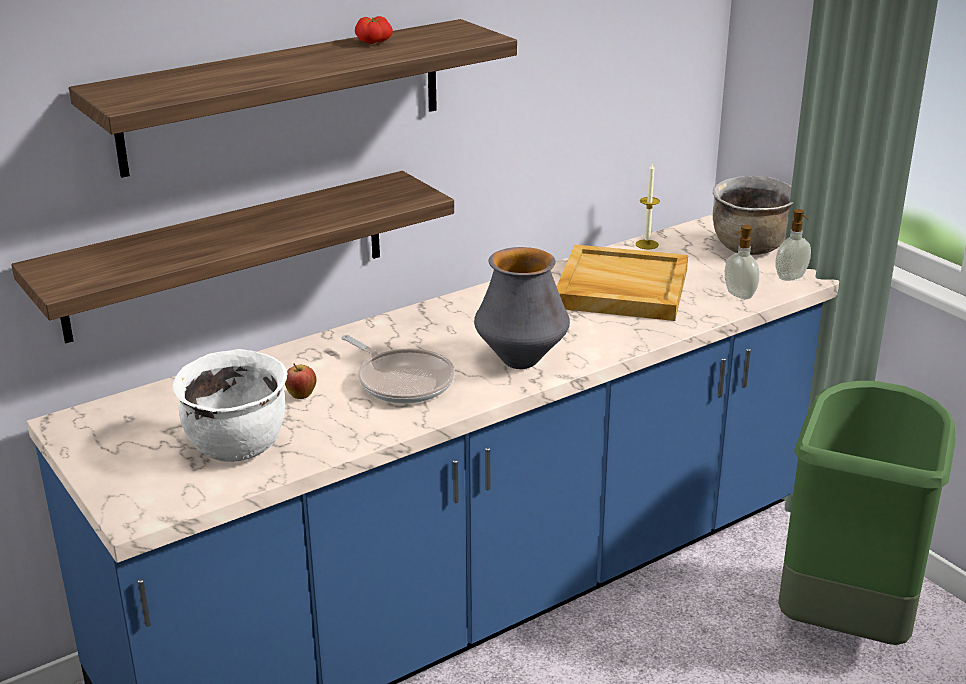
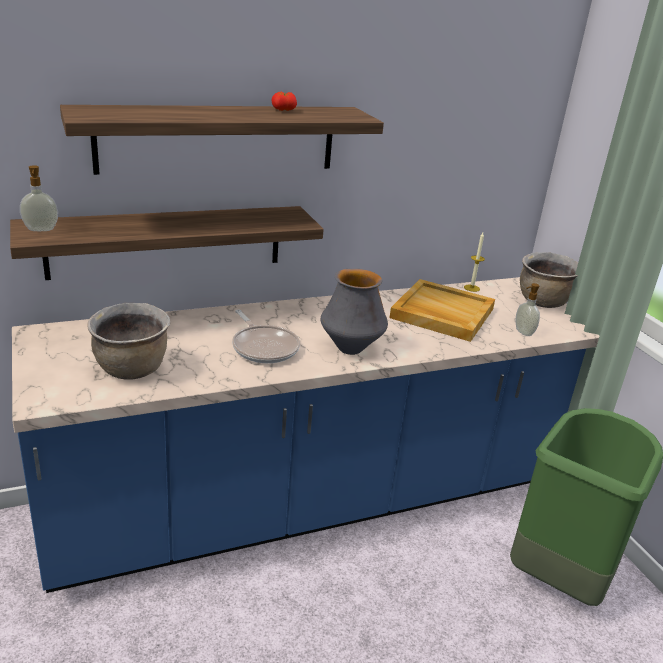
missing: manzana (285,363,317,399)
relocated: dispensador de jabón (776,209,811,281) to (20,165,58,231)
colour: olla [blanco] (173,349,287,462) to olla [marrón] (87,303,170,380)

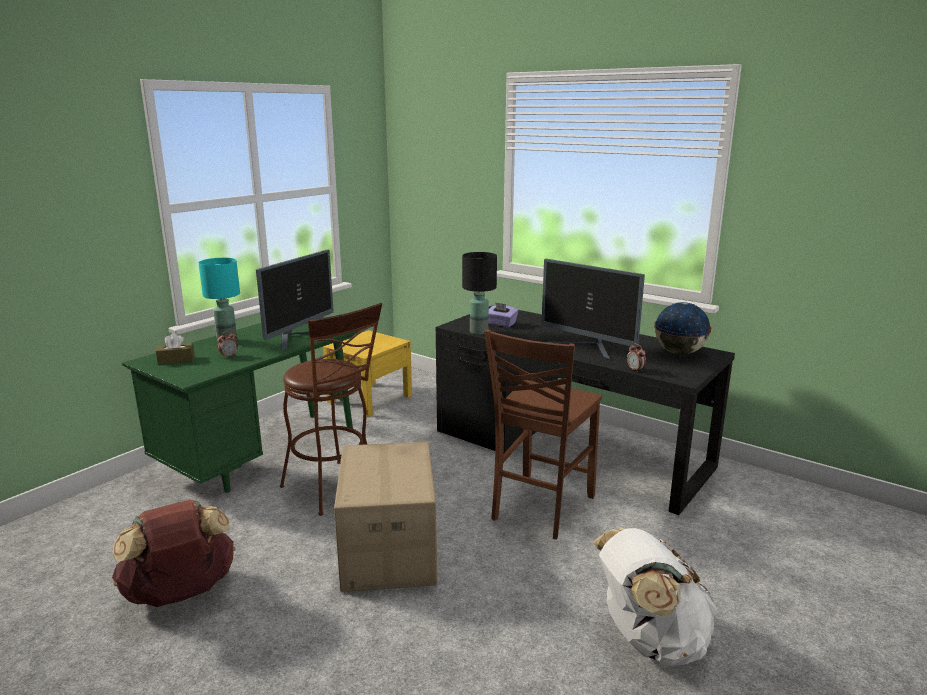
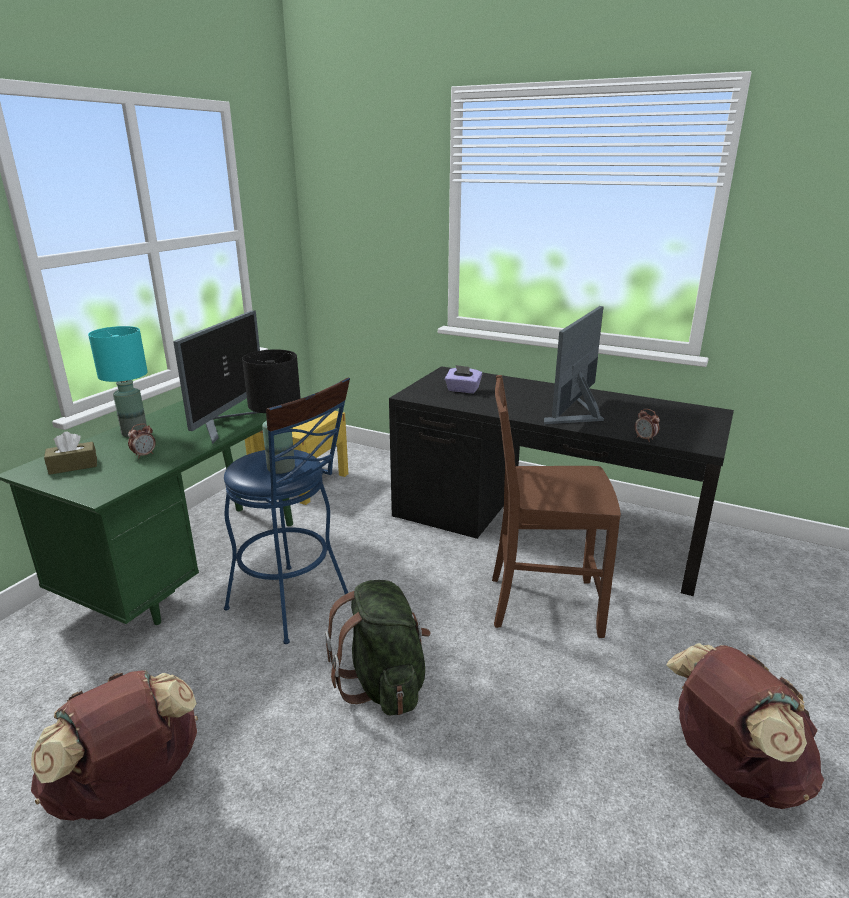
missing: globo terráqueo (654,302,711,355)
relocated: lámpara de mesa [negro] (462,252,497,335) to (242,349,301,474)
exchanged: caja de cartón (334,442,437,592) to mochila [verde] (325,580,430,716)
colour: taburete [marrón] (280,303,382,516) to taburete [azul] (224,378,350,644); mochila [blanco] (593,528,718,666) to mochila [marrón] (666,643,824,809)
spun: silla [marrón] (484,329,602,539) = (492,375,621,638) 75 degrees clockwise; monitor (541,259,645,361) = (544,306,604,424) 90 degrees clockwise

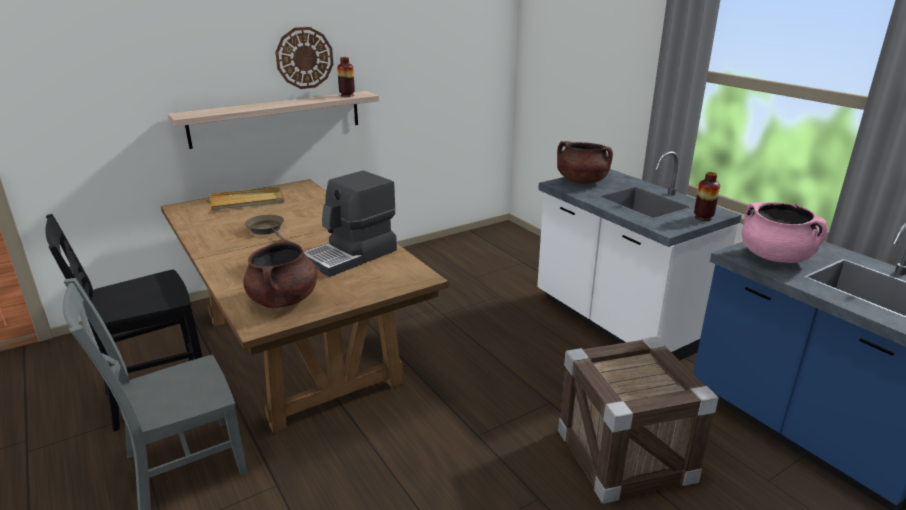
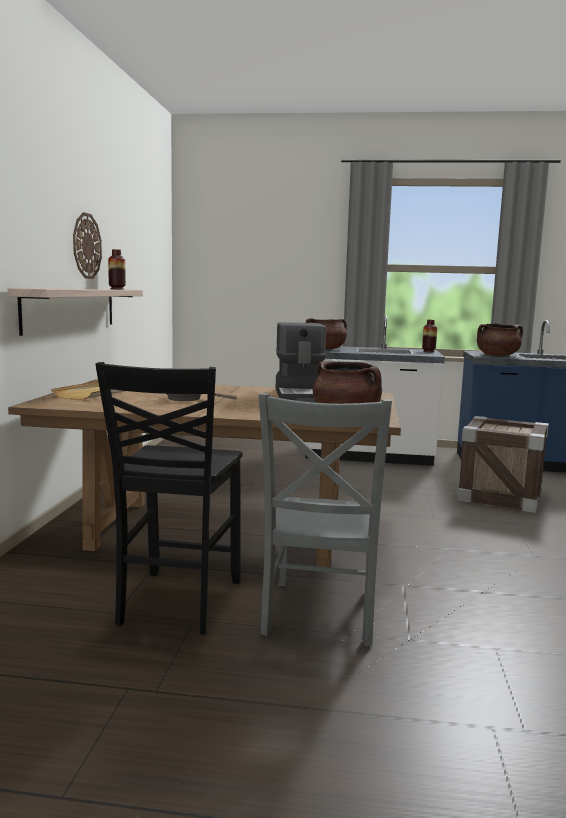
colour: olla [rosa] (742,202,828,263) to olla [marrón] (477,324,523,356)

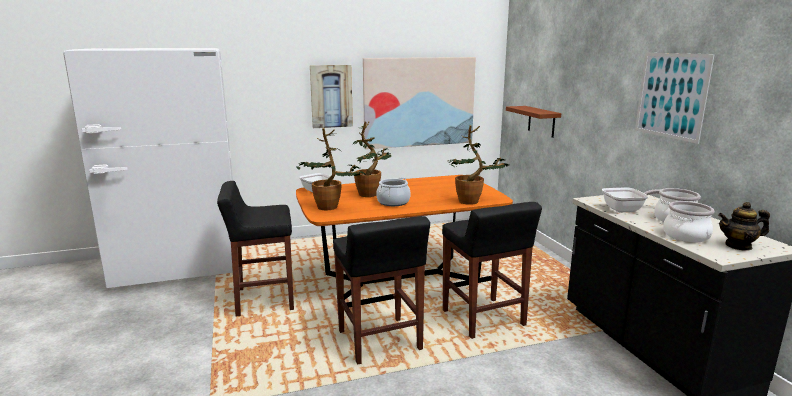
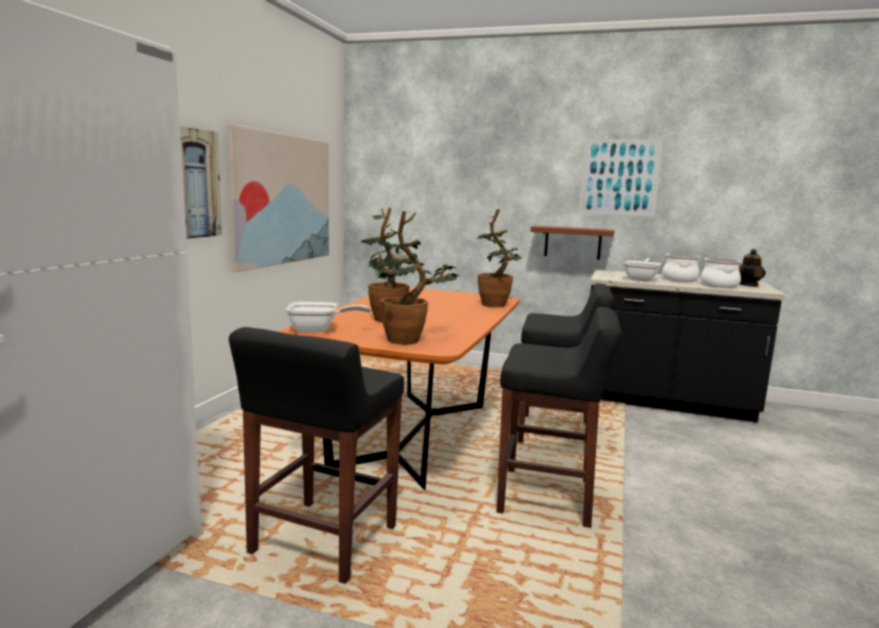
missing: olla (376,177,411,206)
relocated: estante [marrón] (506,106,561,138) to (531,225,615,260)

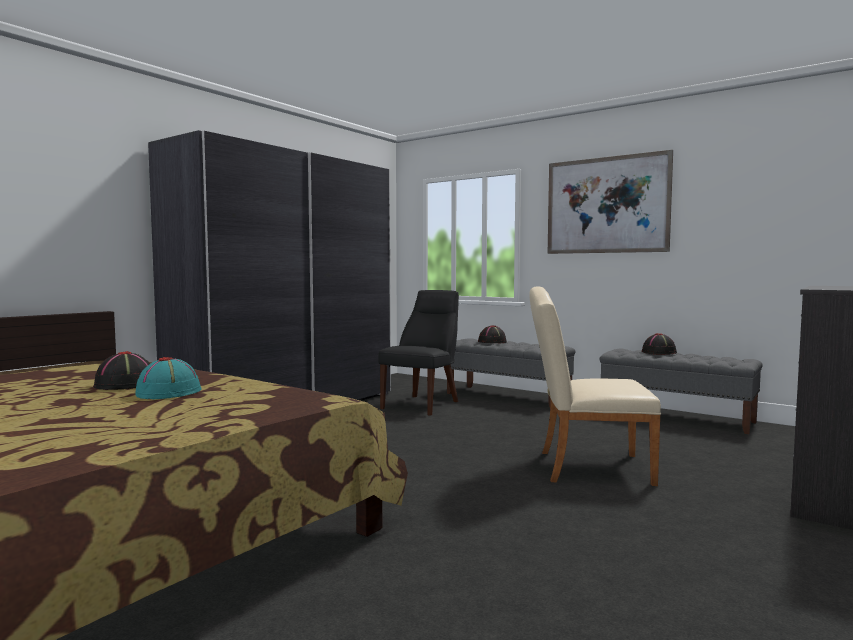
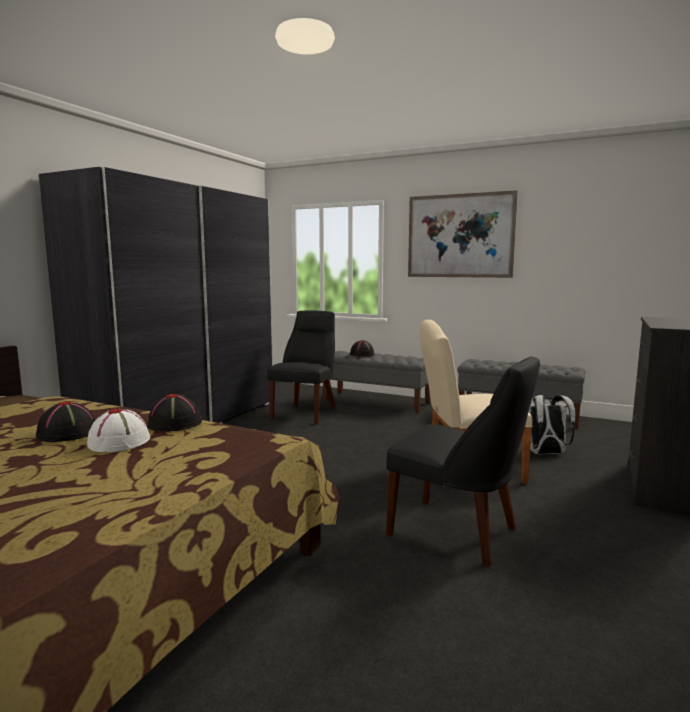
appeared: silla [negro] (386,356,540,567); mochila [blanco] (529,395,575,454)
relocated: sombrero [negro] (642,333,677,355) to (148,394,202,432)
colour: sombrero [turquesa] (136,357,202,399) to sombrero [blanco] (87,409,150,452)

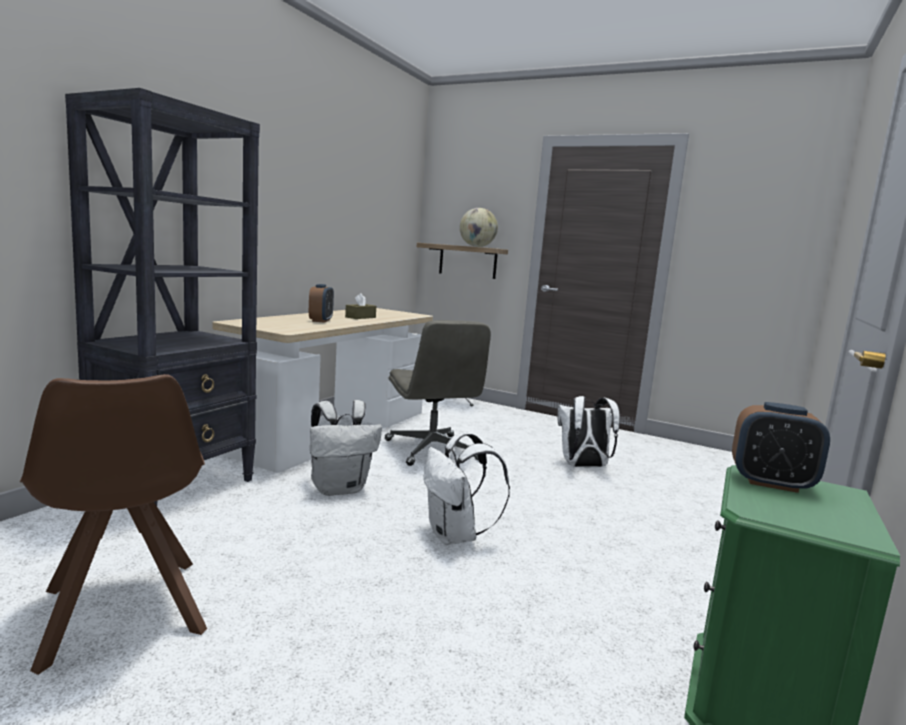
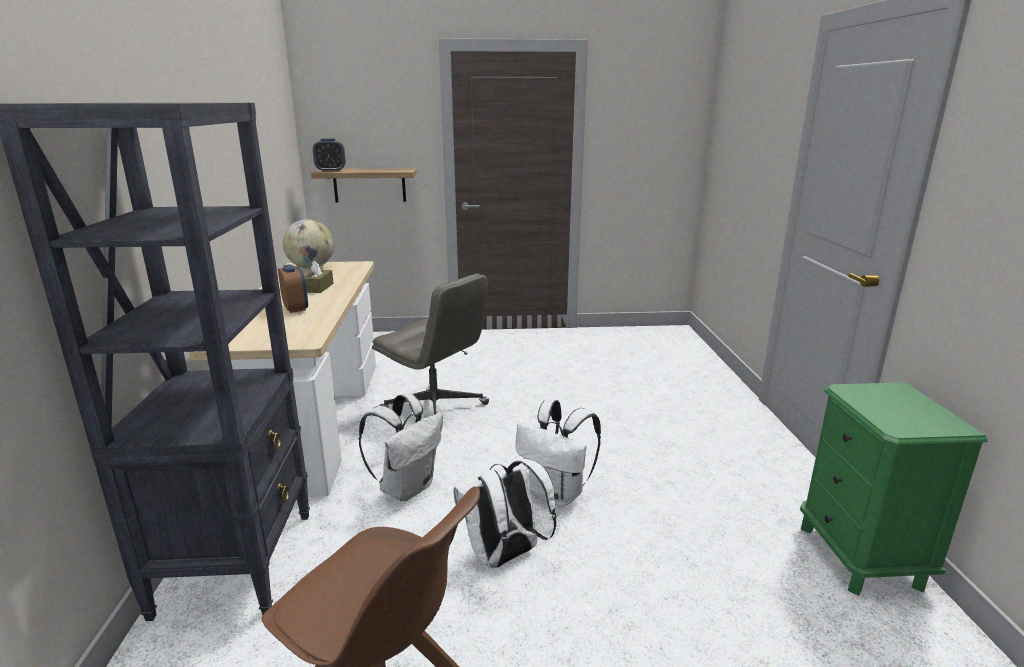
relocated: globo terráqueo (460,208,498,247) to (283,219,334,269); mochila [blanco] (557,396,620,467) to (453,459,557,568); despertador (732,402,830,493) to (313,139,346,172)

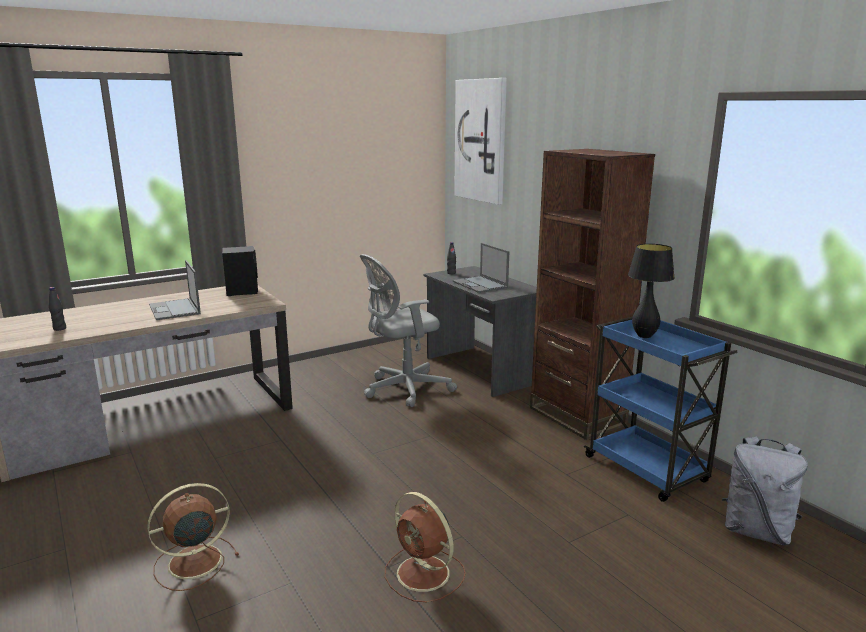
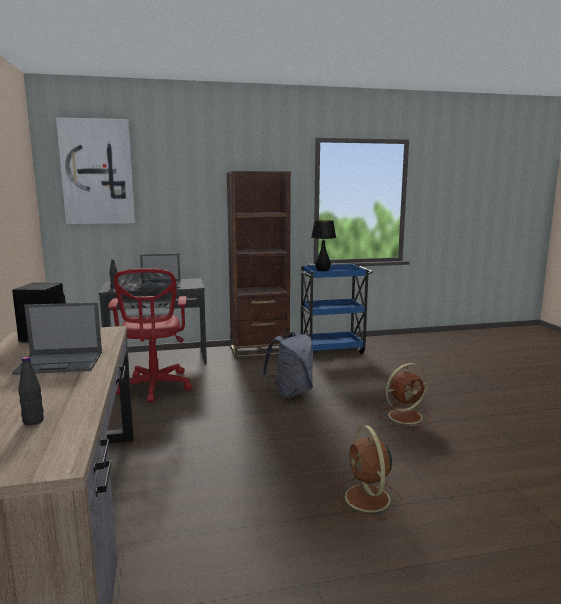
relocated: mochila [gris] (722,436,808,545) to (262,332,313,398)
colour: silla de oficina [gris] (360,254,457,407) to silla de oficina [rojo] (108,268,192,403)

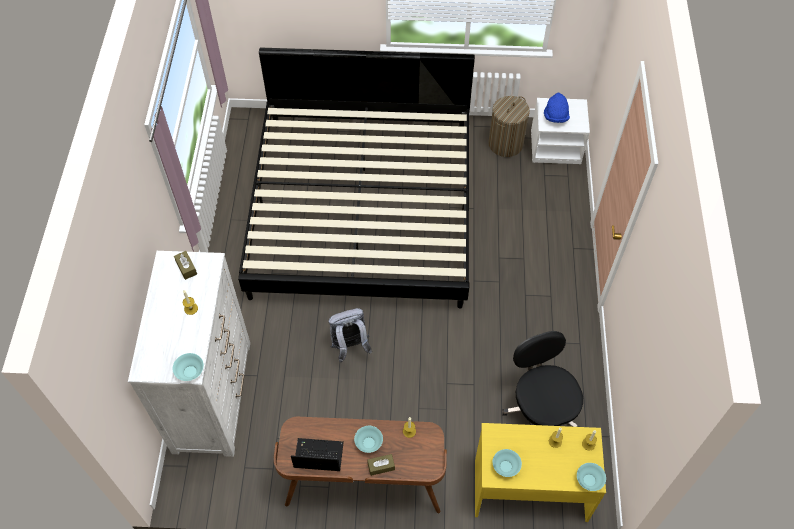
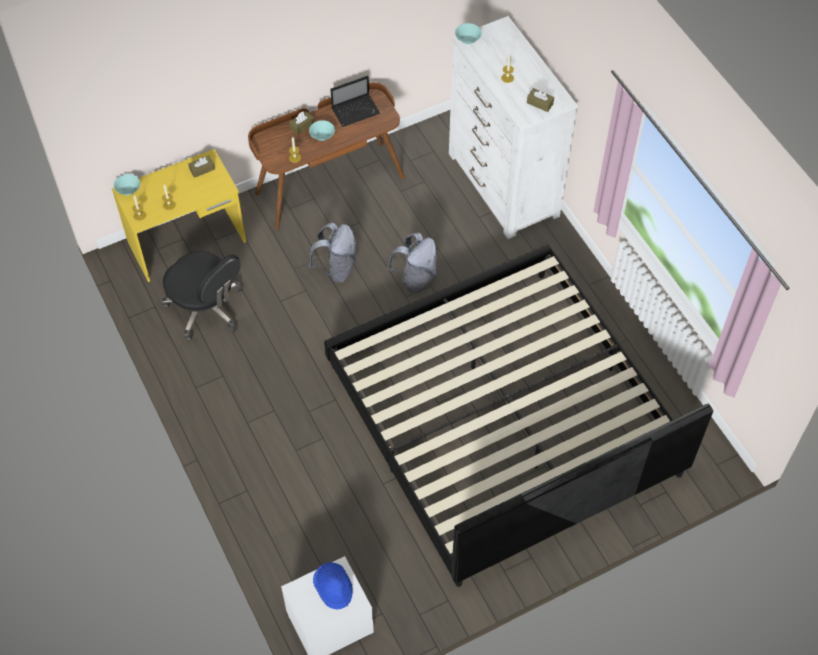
missing: cesto de la ropa (489,96,530,157)
appeared: mochila [gris] (308,223,356,283)
exchanged: cuenco [turquesa] (493,449,522,477) to caja de pañuelos [marrón] (188,155,215,178)

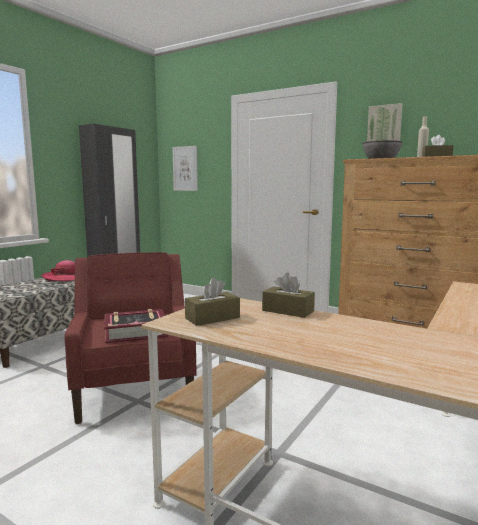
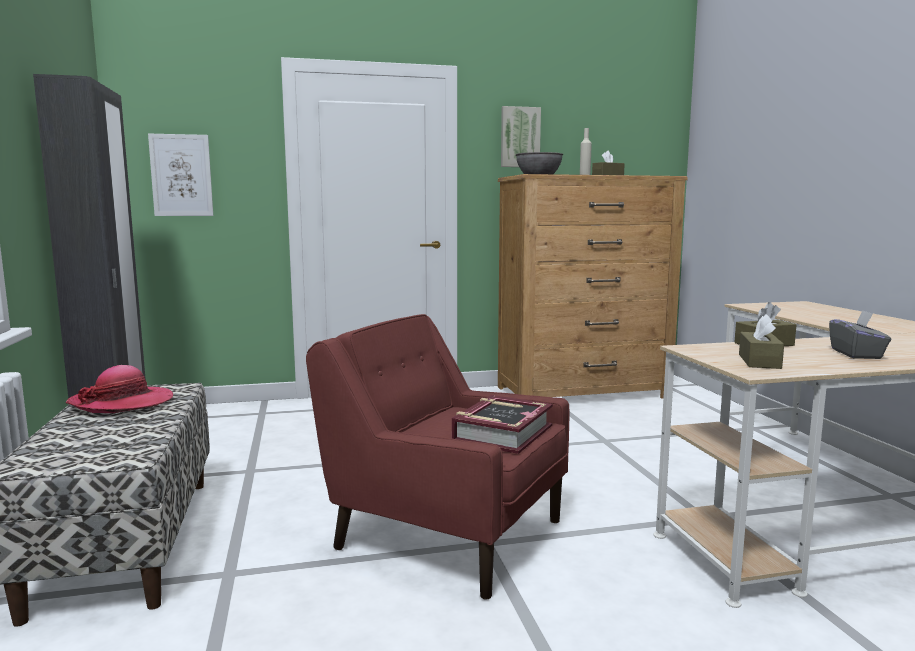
appeared: caja de pañuelos [gris] (829,310,891,359)

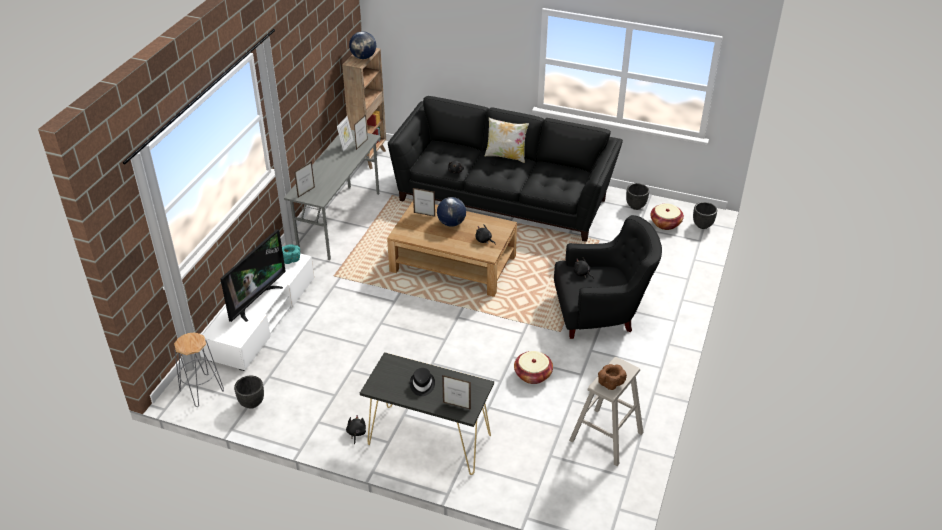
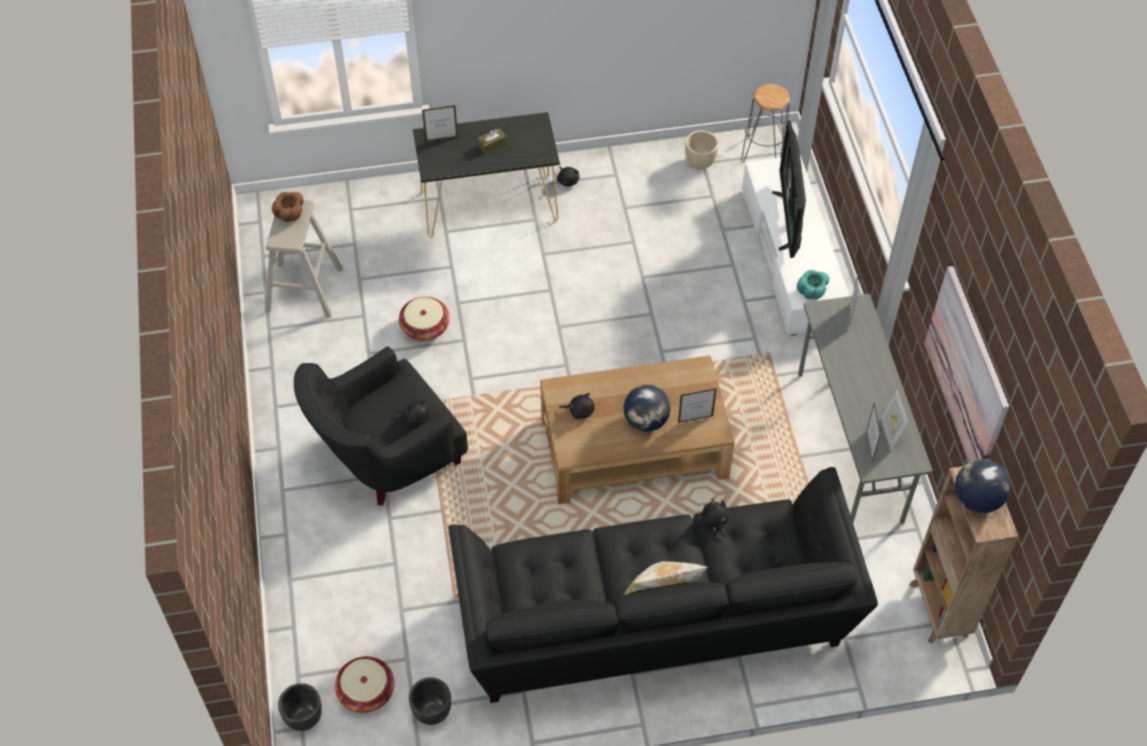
appeared: cuadro (924,266,1009,462)
exchanged: sombrero [negro] (410,368,435,396) to caja de pañuelos [marrón] (477,128,507,154)
colour: maceta [negro] (234,376,264,409) to maceta [beis] (685,131,719,169)

